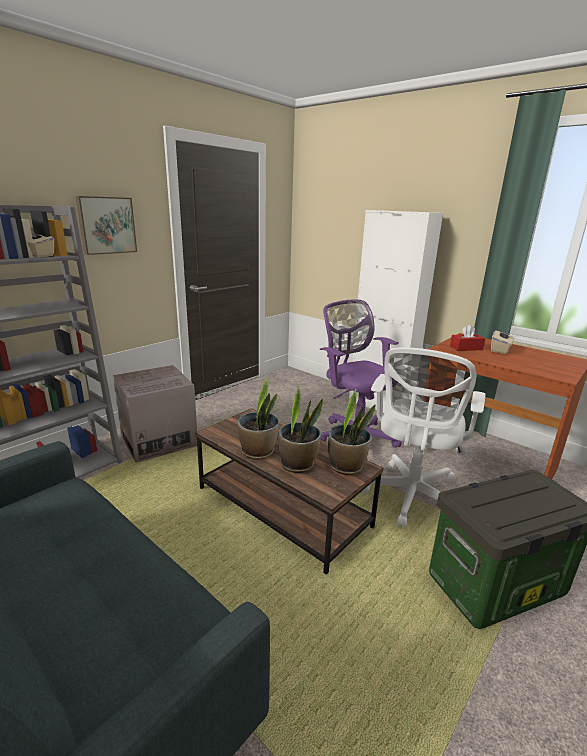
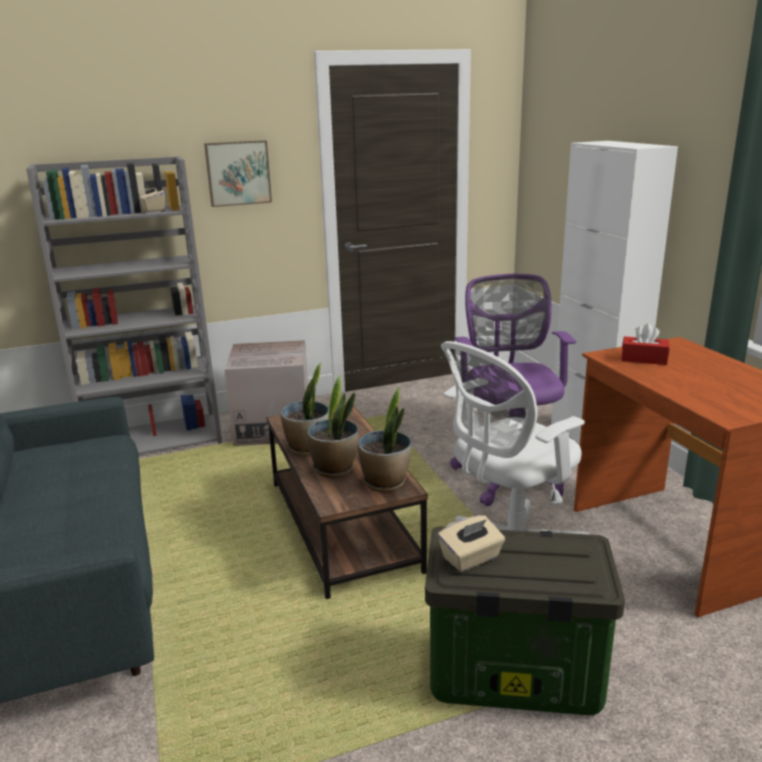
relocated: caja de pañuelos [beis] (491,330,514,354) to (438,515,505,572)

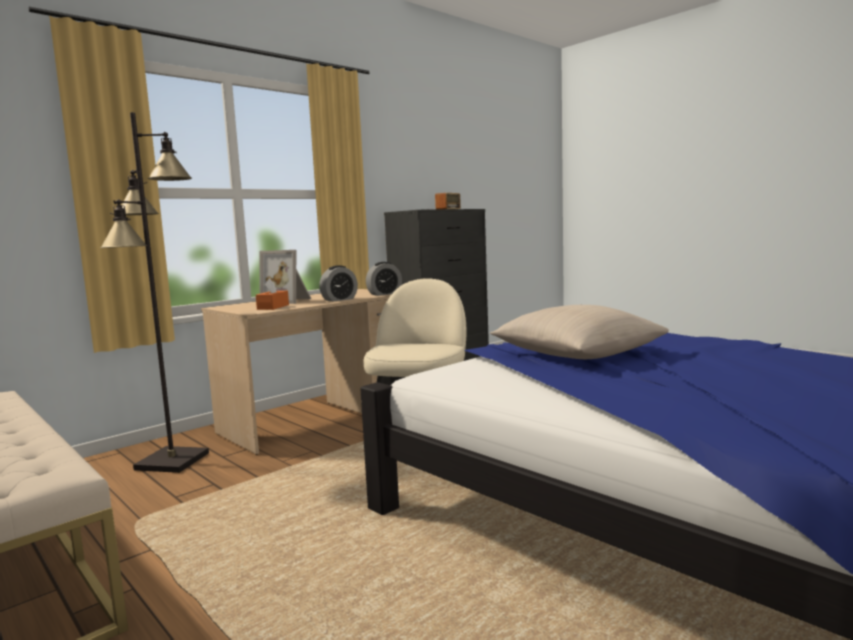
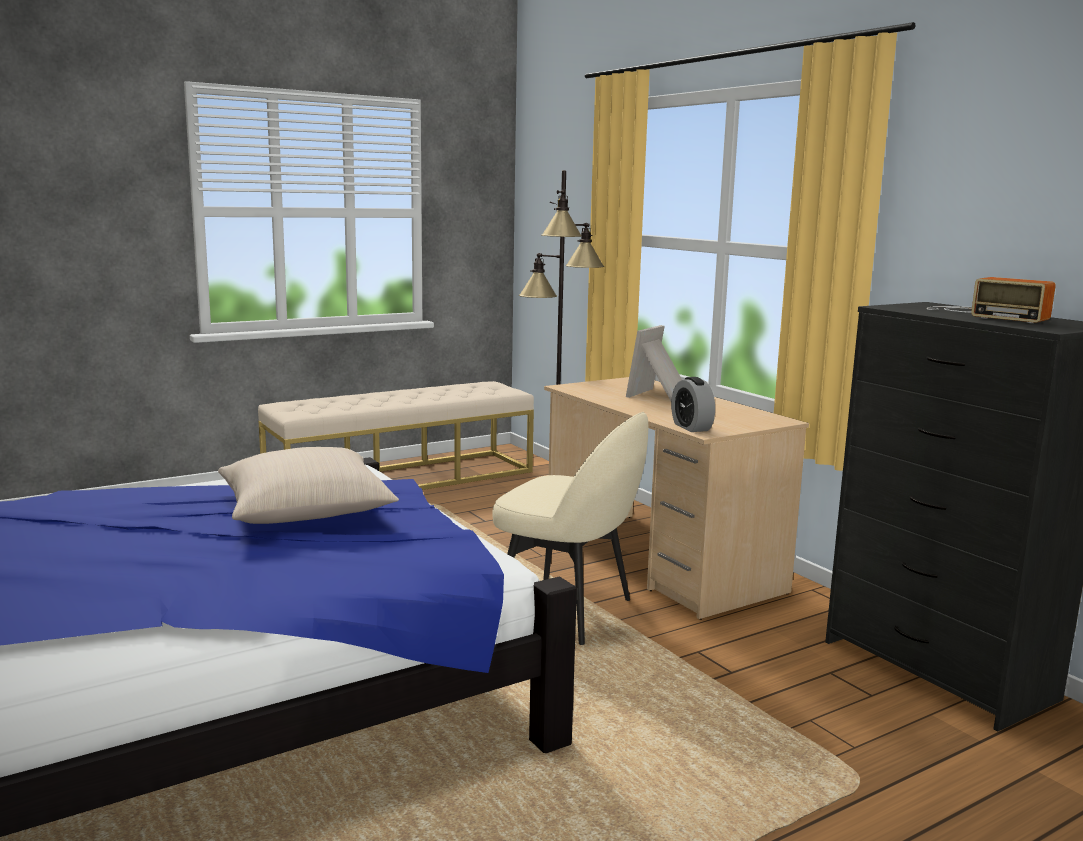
missing: caja de pañuelos [naranja] (256,278,289,310); despertador (319,265,358,302)

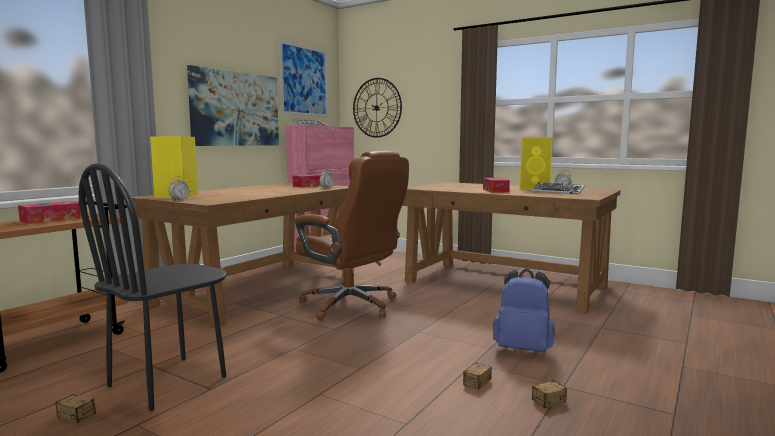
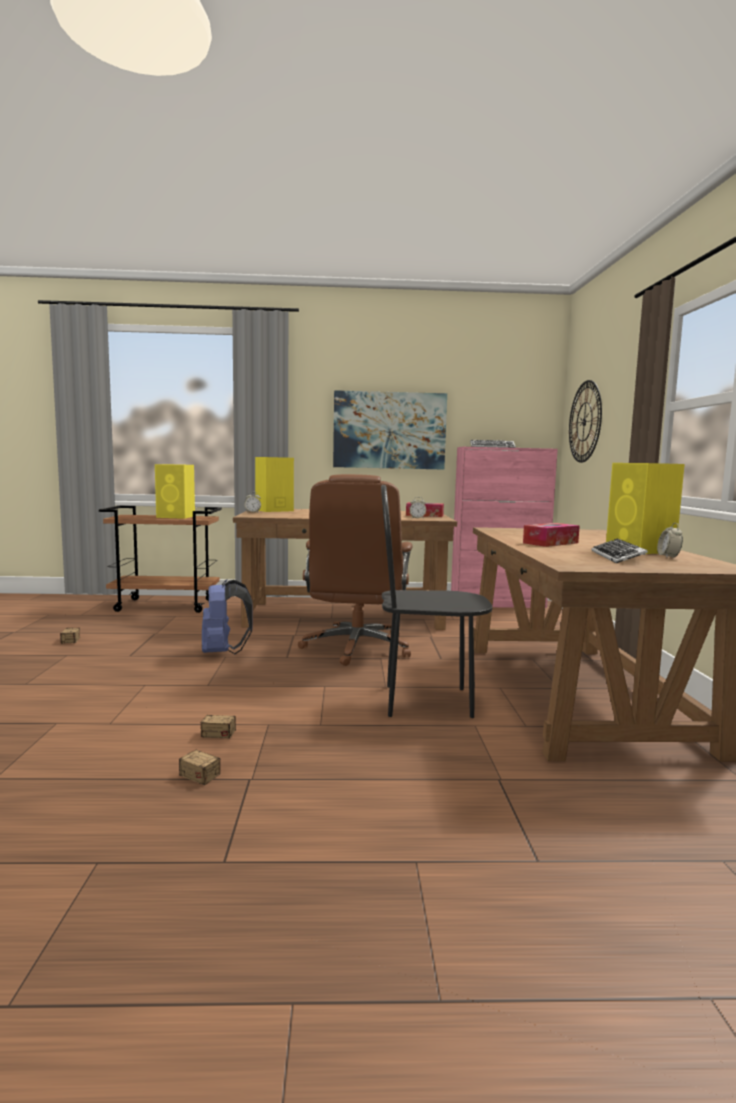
missing: cuadro (279,40,328,117)
relocated: silla [negro] (79,163,227,411) to (381,485,493,718); mochila [azul] (493,269,555,352) to (202,579,253,654)
exchanged: caja de pañuelos (18,201,81,224) to altavoz [amarillo] (155,464,195,519)

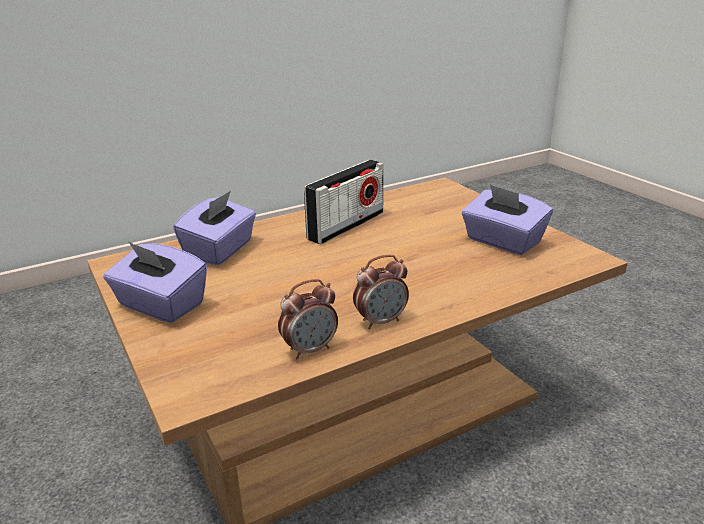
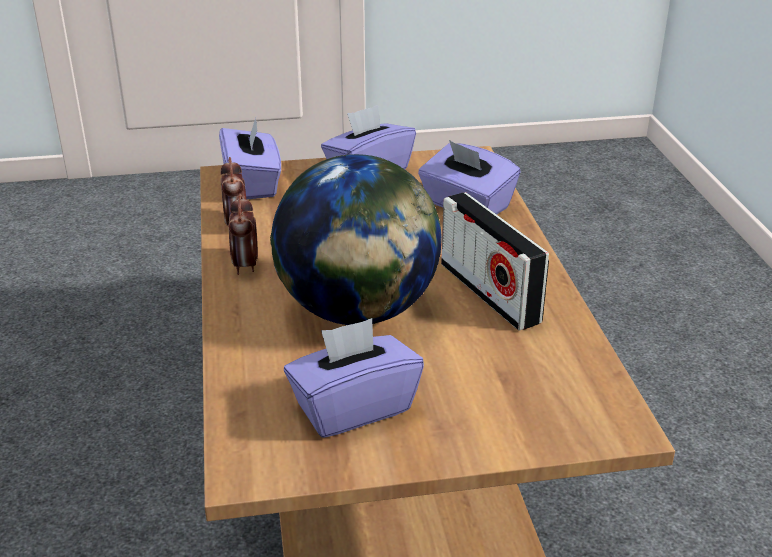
appeared: caja de pañuelos [morado] (219,118,281,200); globo terráqueo (270,154,442,325)

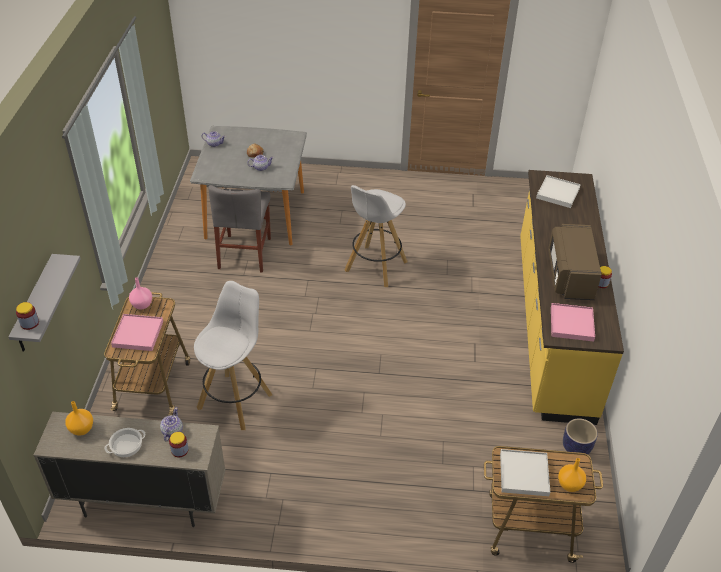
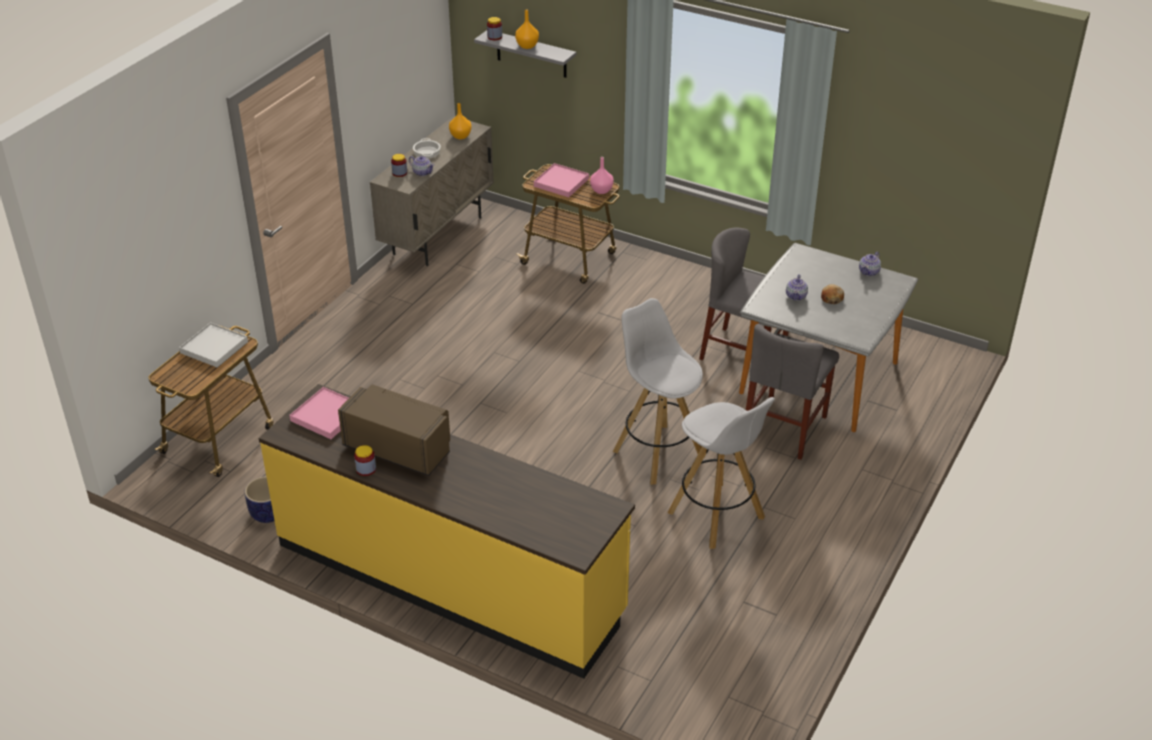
missing: bandeja [blanco] (536,175,581,208)
appeared: silla [gris] (746,324,839,460)
relocated: taburete [blanco] (194,281,272,430) to (668,397,775,549); florero [naranja] (558,458,586,492) to (515,9,539,49)

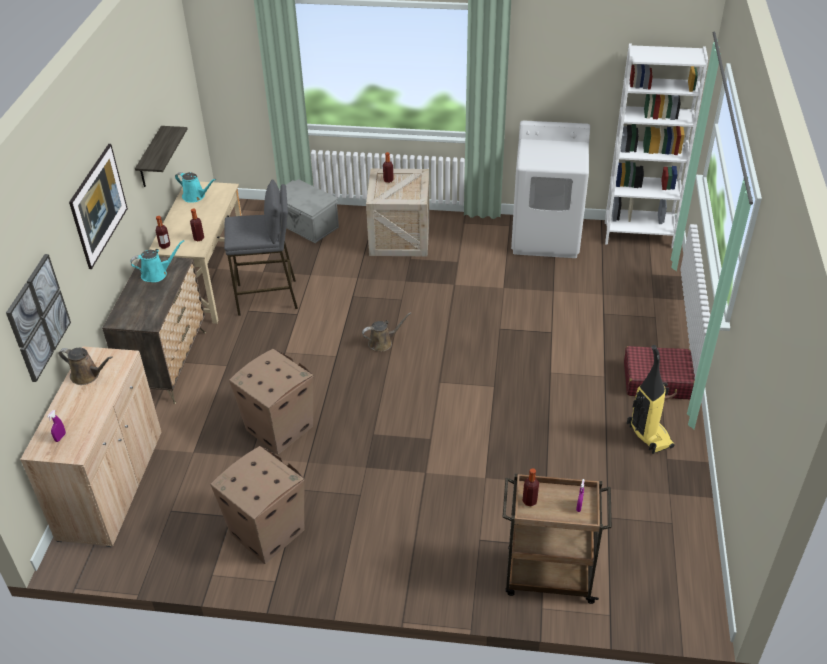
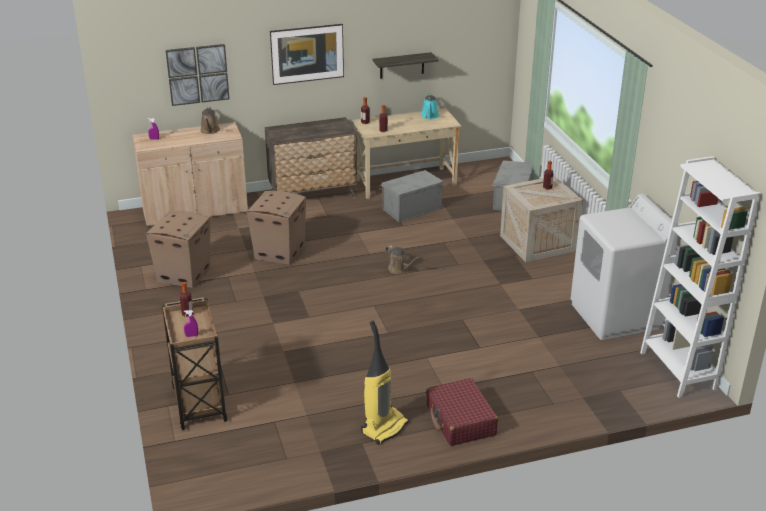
missing: regadera [turquesa] (130,240,184,282)
exchanged: taburete [gris] (224,179,298,316) to caja de almacenaje [gris] (381,170,444,223)

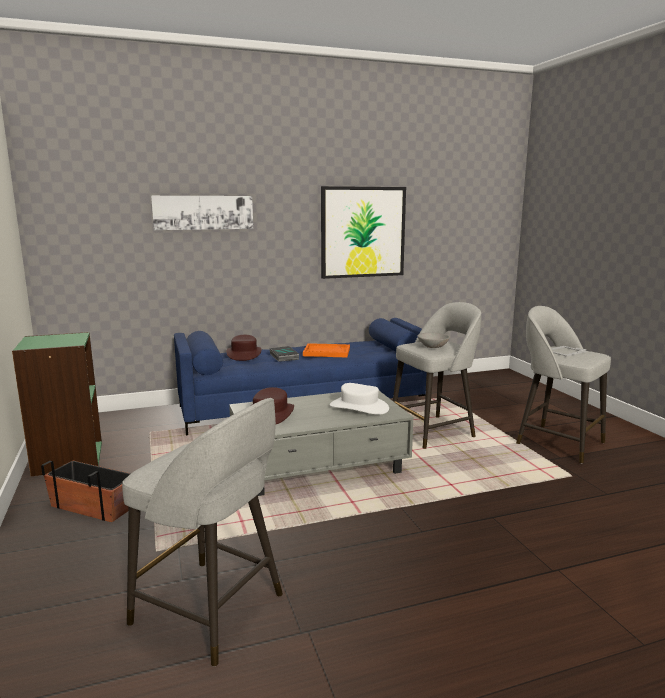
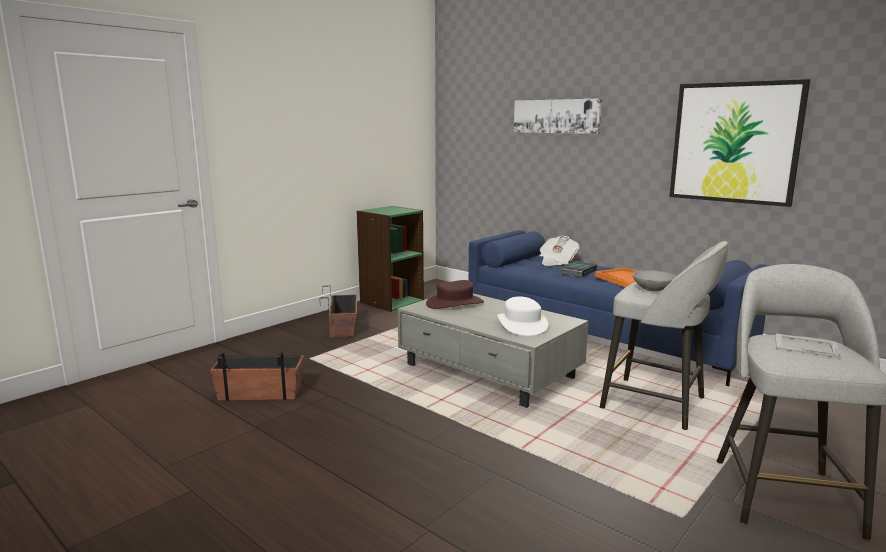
exchanged: taburete [gris] (122,398,283,667) to maceta (210,352,304,401); sombrero [marrón] (227,335,262,361) to periódico (539,236,580,266)

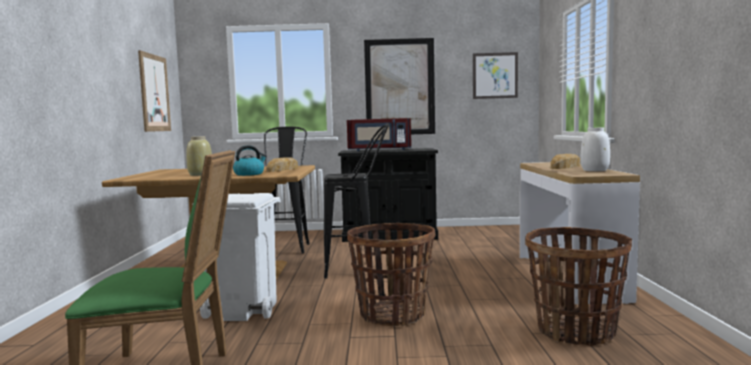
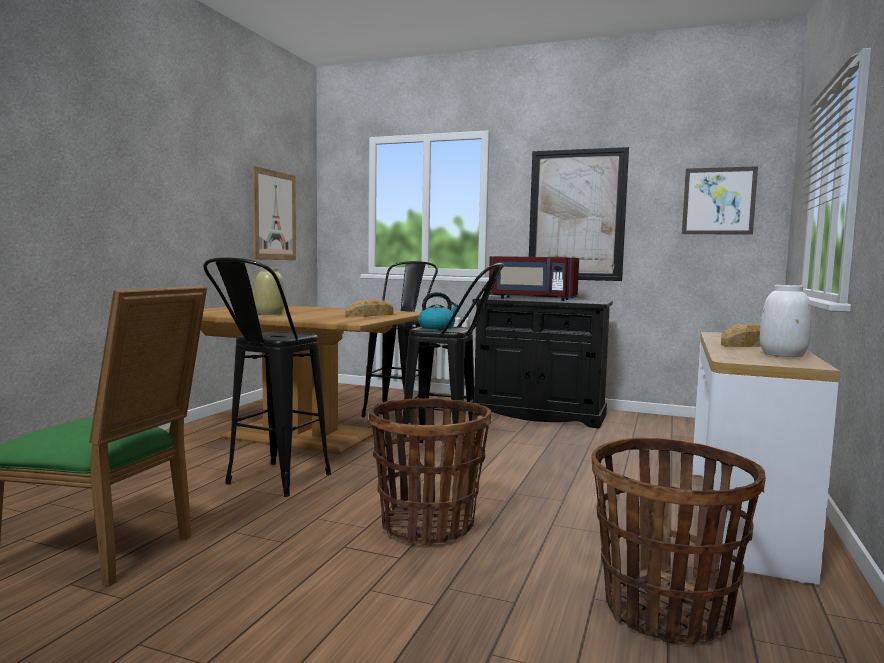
relocated: hervidor (233,145,267,176) to (418,292,458,329)
exchanged: papelera [blanco] (193,193,281,321) to taburete [negro] (203,257,331,497)

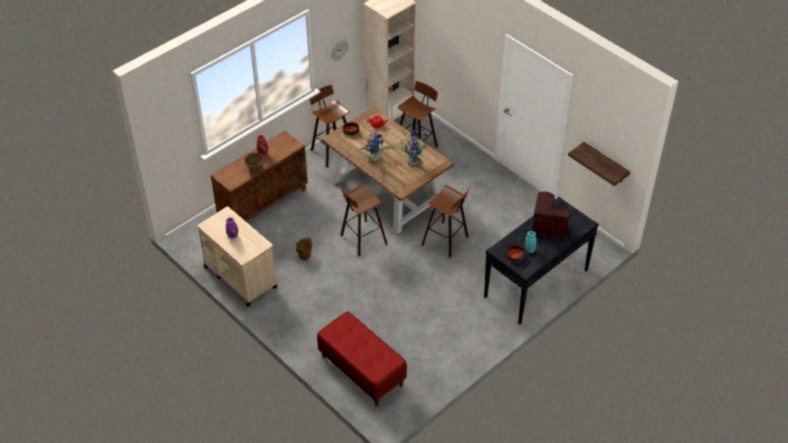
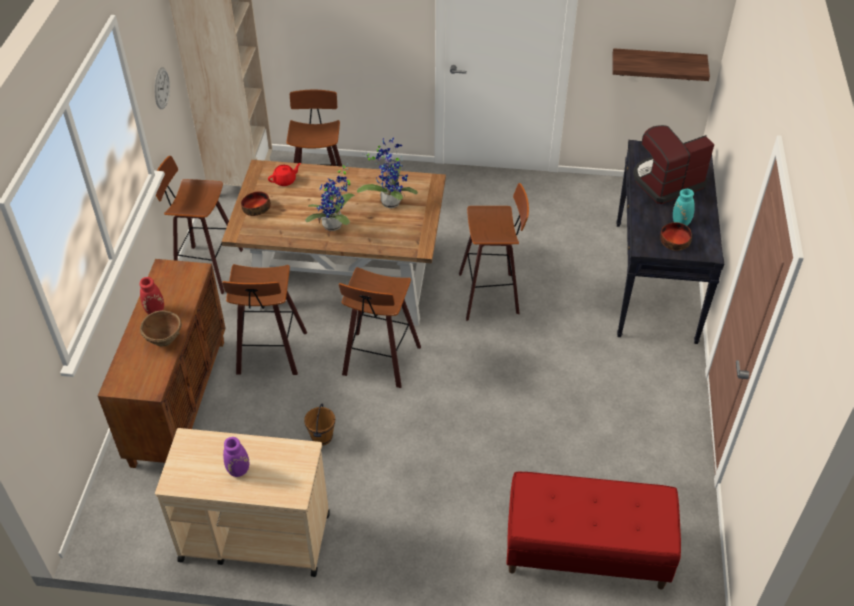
appeared: taburete (222,264,307,375)

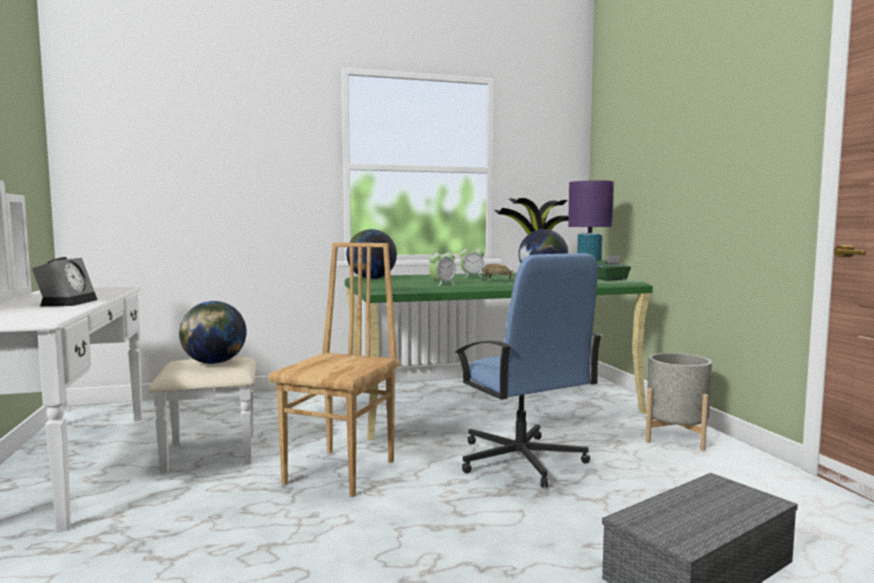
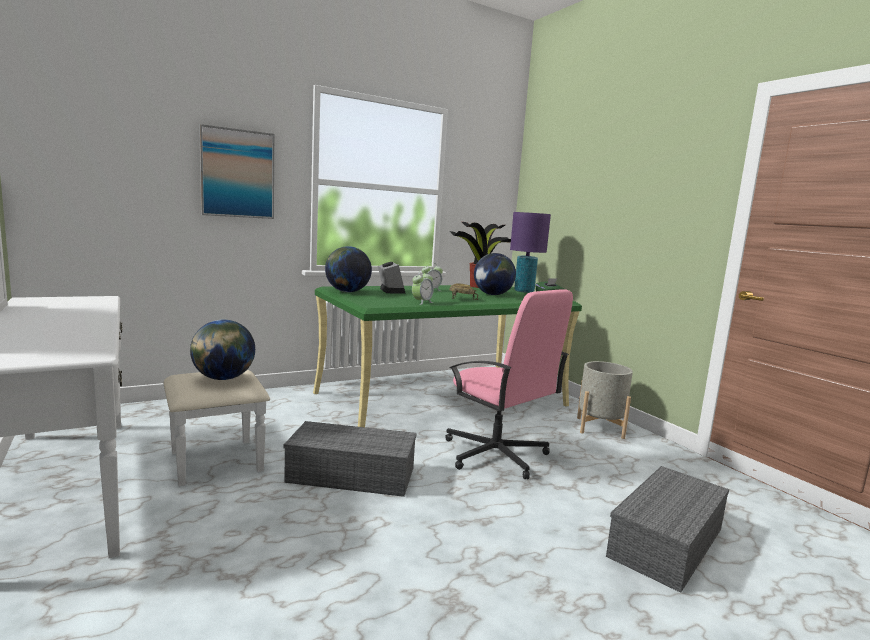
appeared: cuadro (199,124,274,219)
relocated: despertador (32,257,97,306) to (378,262,406,294)
exchanged: silla [marrón] (268,242,399,497) to caja de almacenaje [gris] (284,421,417,497)
colour: silla de oficina [azul] (455,253,602,487) to silla de oficina [rosa] (445,289,573,479)

